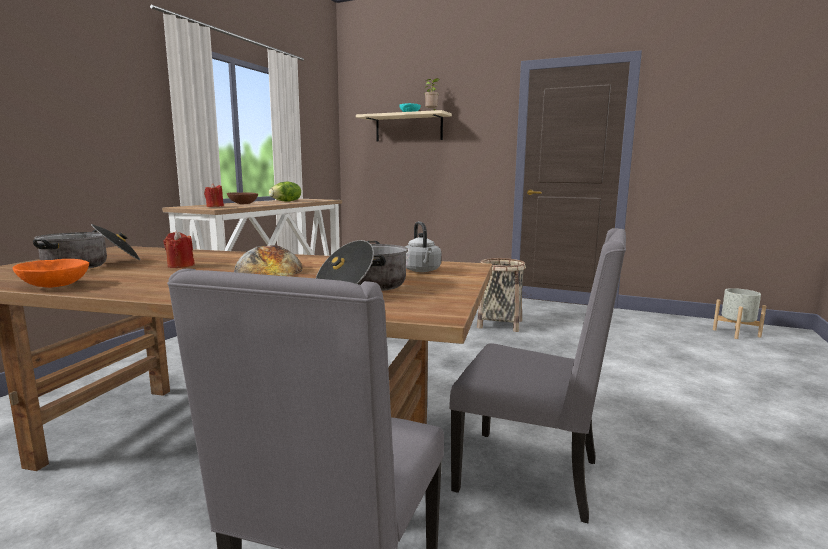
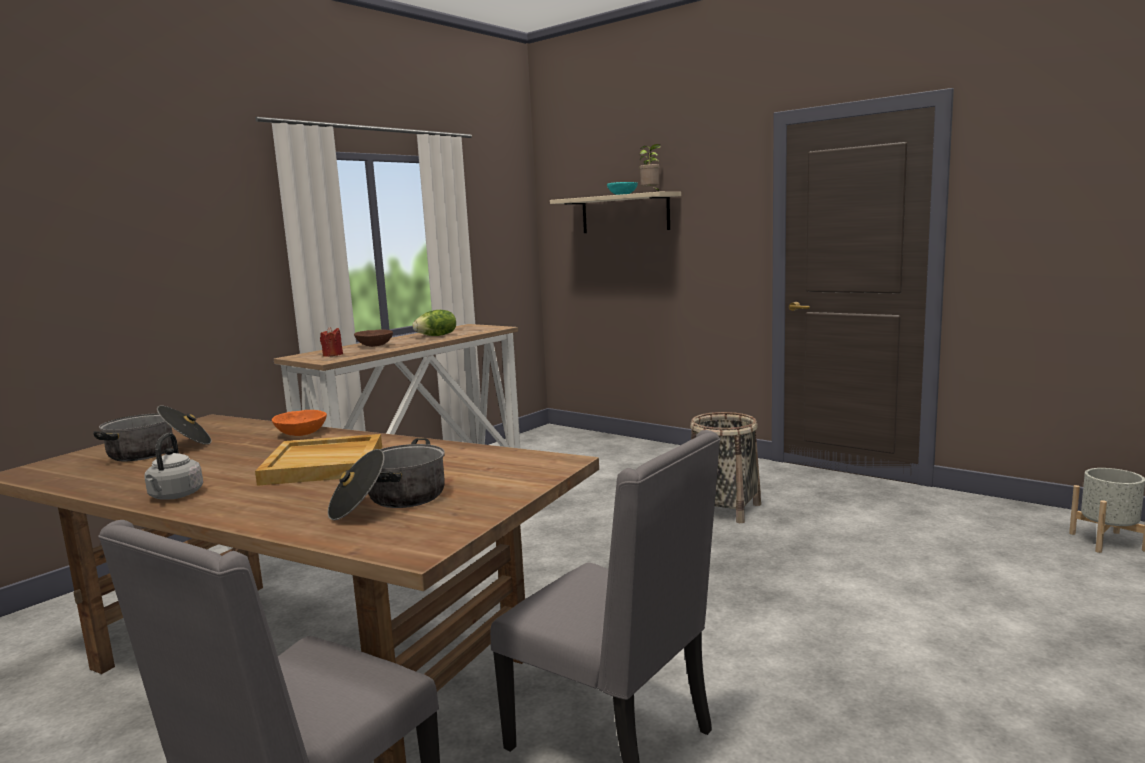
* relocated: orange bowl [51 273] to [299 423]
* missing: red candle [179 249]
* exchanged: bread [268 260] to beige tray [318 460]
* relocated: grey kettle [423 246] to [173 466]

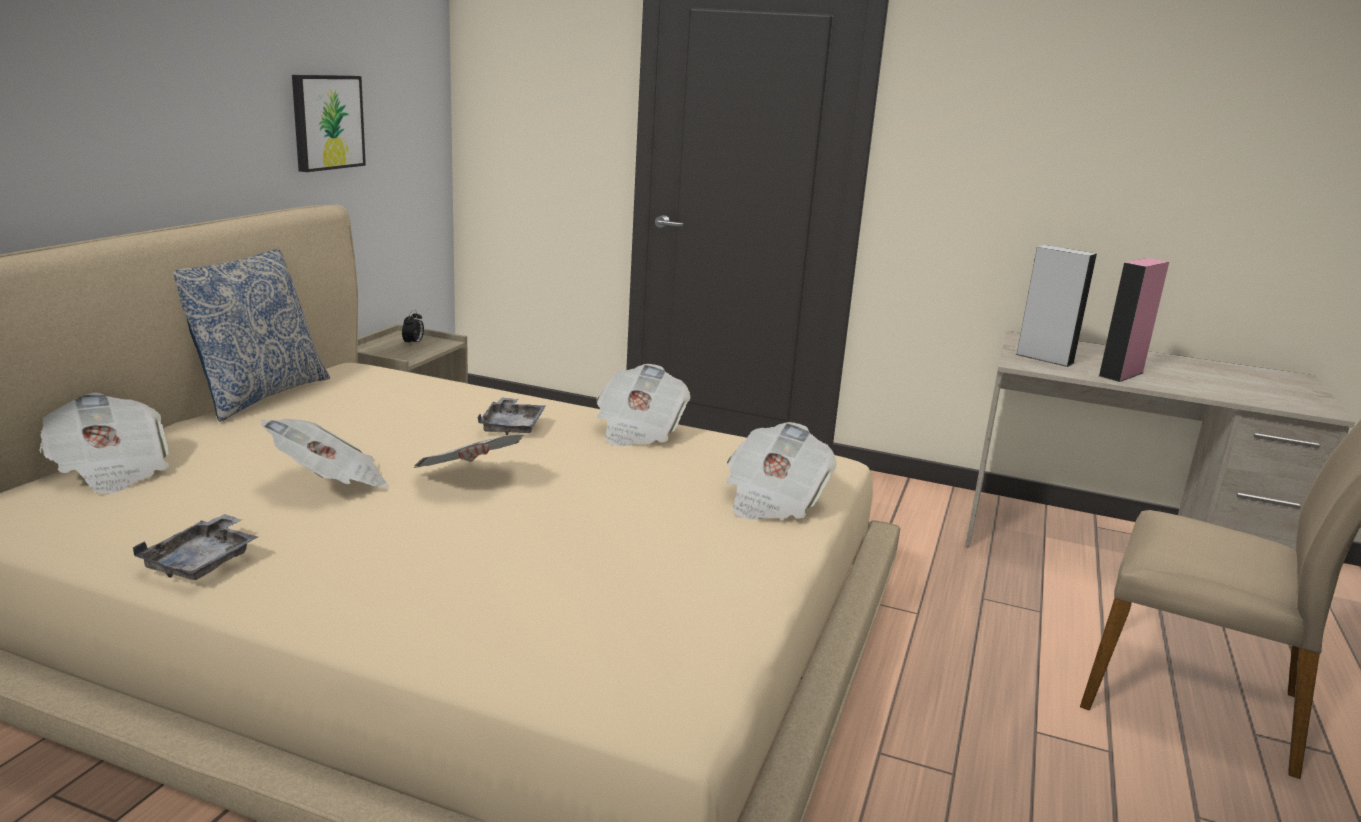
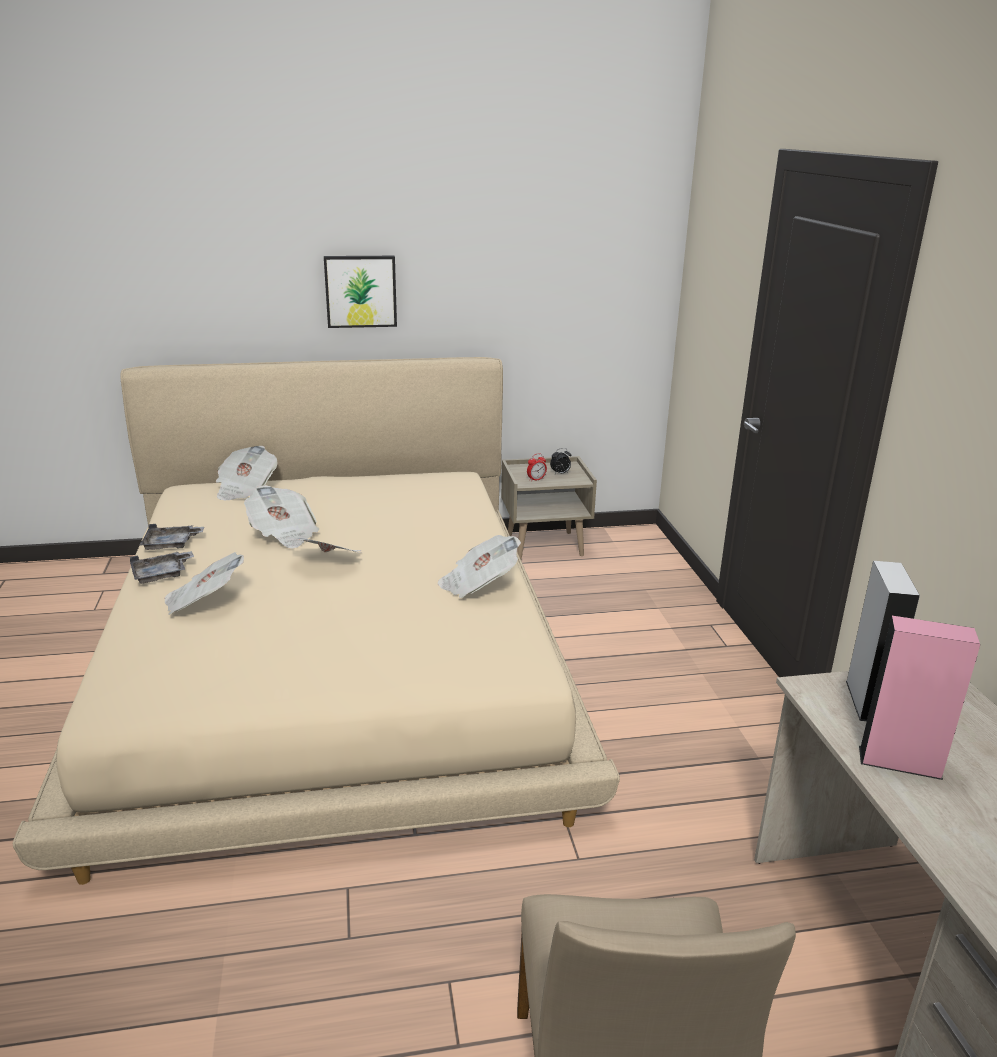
* missing: pillow [251 335]
* relocated: picture [329 123] to [360 292]
* relocated: grey tray [511 416] to [162 567]
* relocated: newspaper [781 471] to [204 583]
* appeared: alarm clock [537 467]

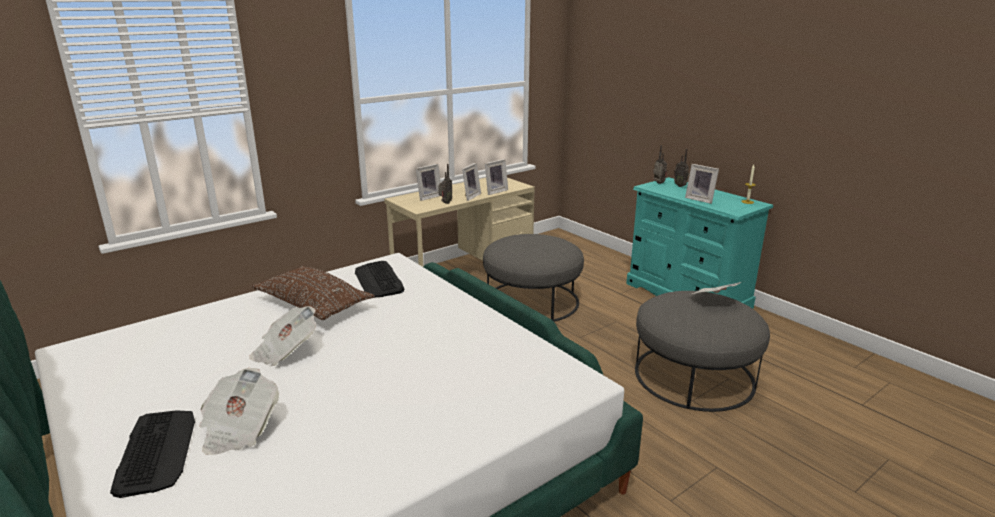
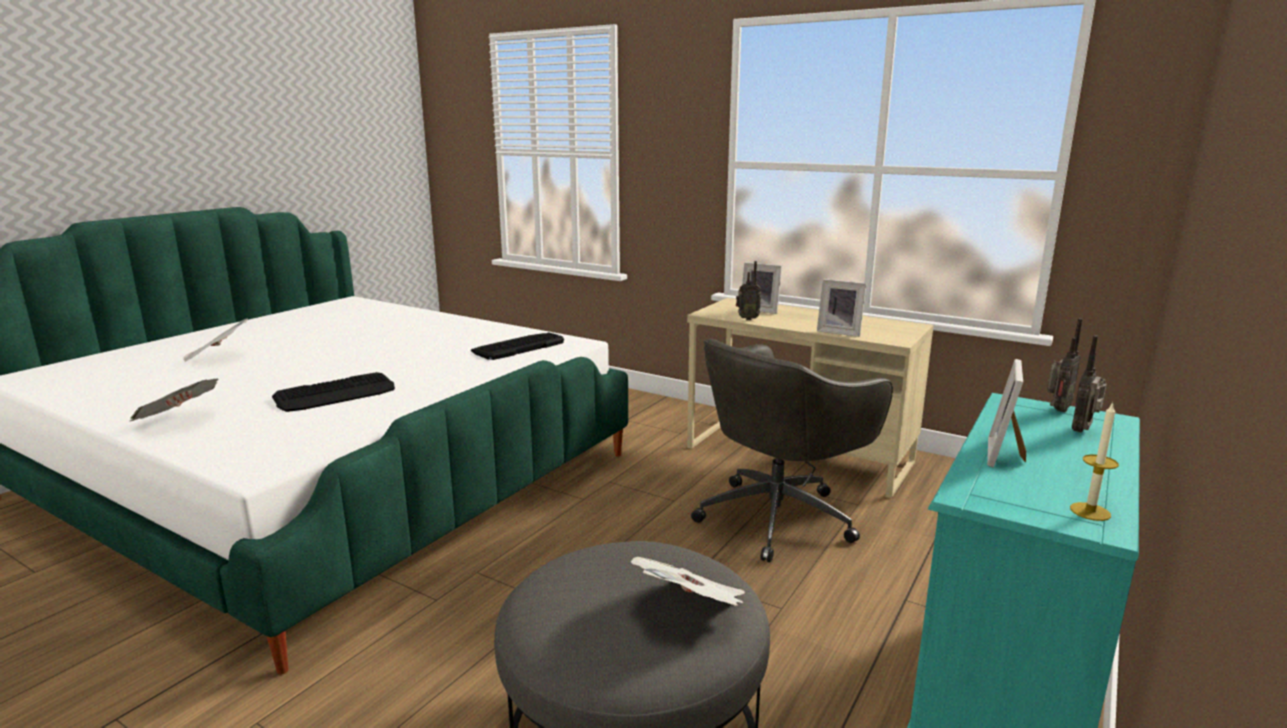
* relocated: keyboard [152 454] to [333 392]
* relocated: newspaper [282 336] to [174 399]
* missing: brown pillow [313 293]
* missing: picture frame [471 182]
* exchanged: grey ottoman [533 278] to grey office chair [792 451]

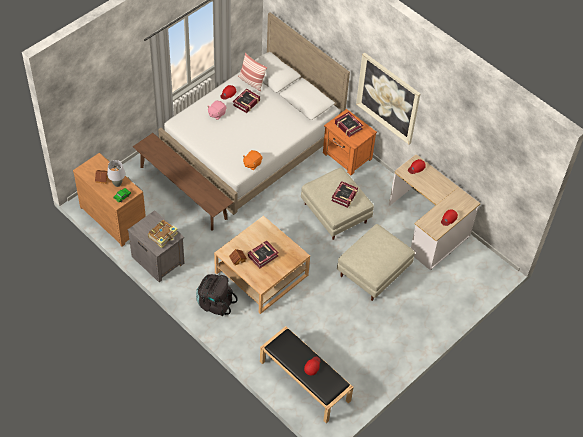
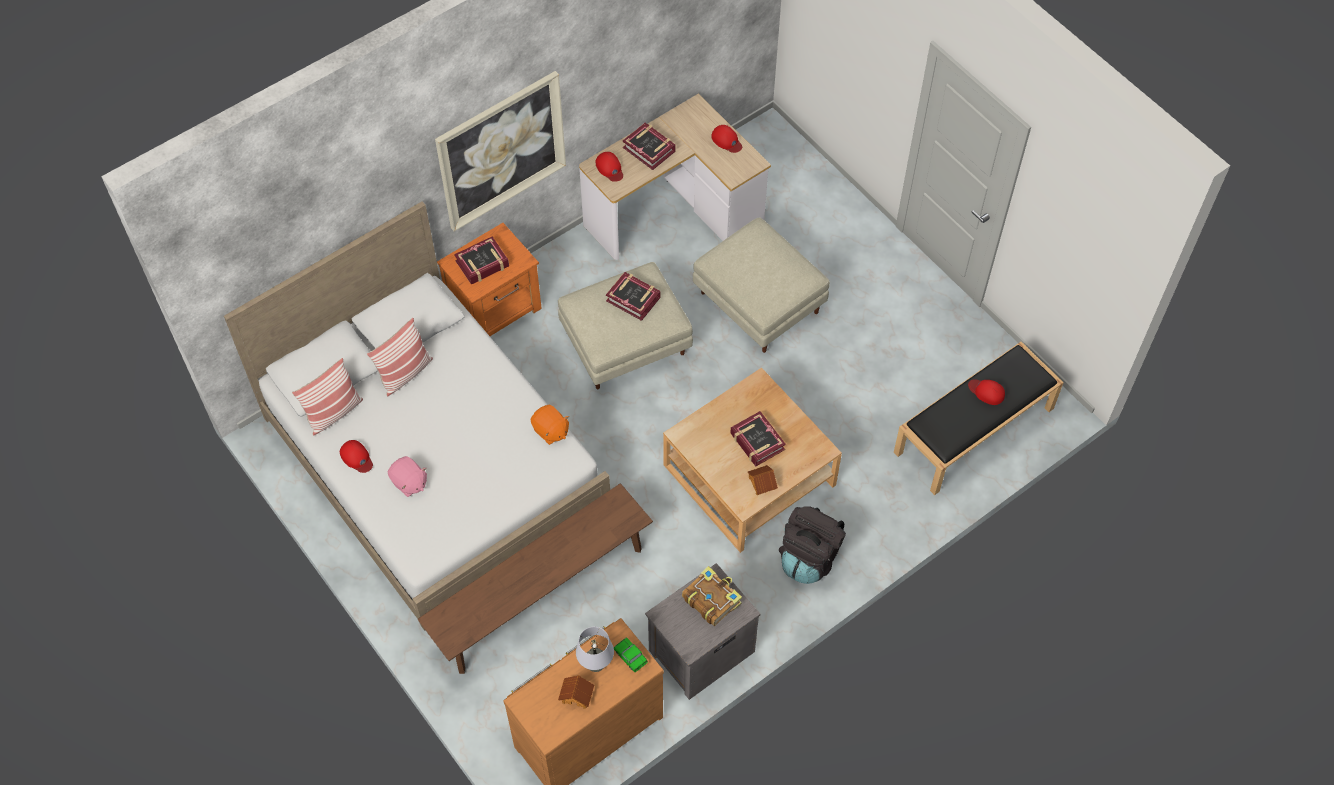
* relocated: book [246 100] to [649 146]
* appeared: pillow [400 357]

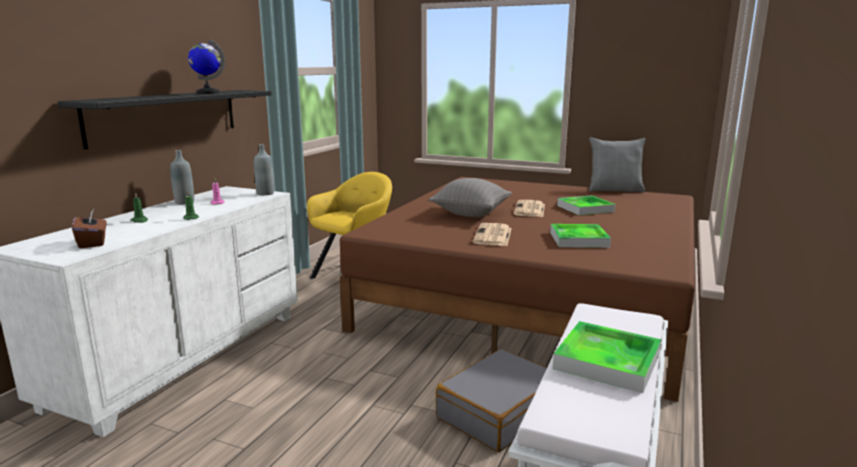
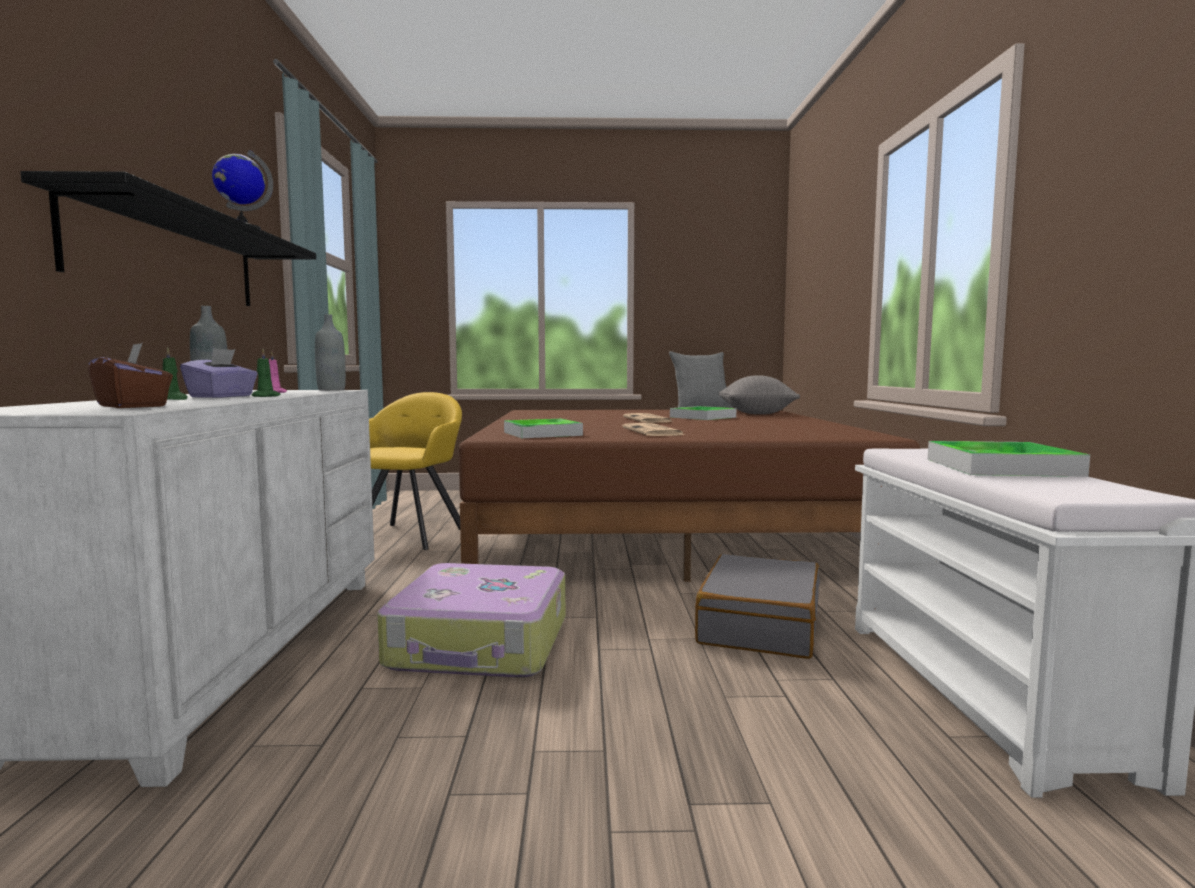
* relocated: grey pillow [470 197] to [759 394]
* relocated: tray [580 236] to [543 428]
* appeared: purple tissue box [219 373]
* appeared: suitcase [471 620]

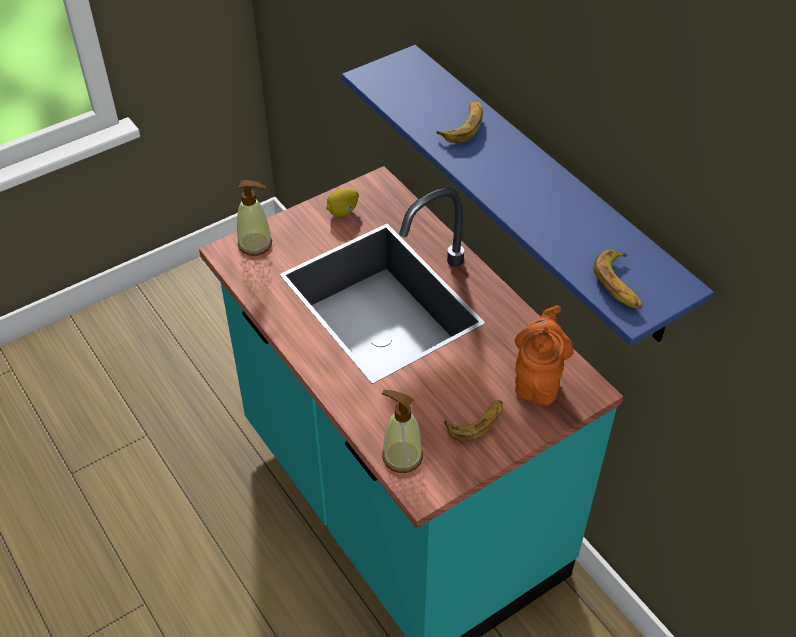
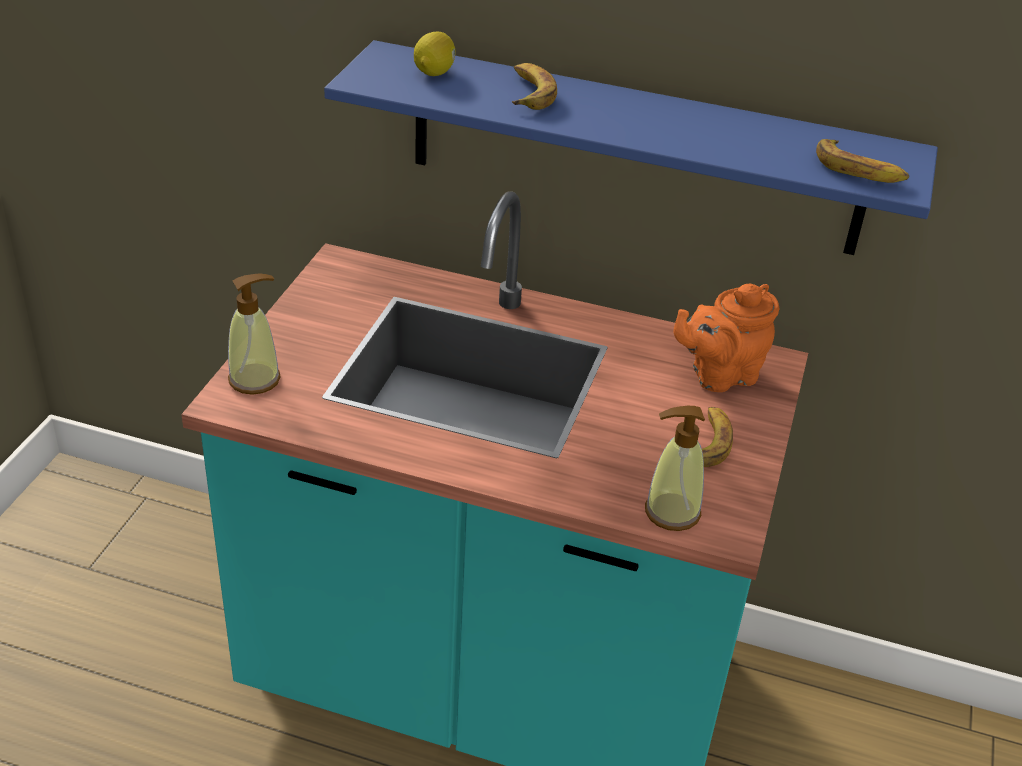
* relocated: lemon [342 203] to [435 53]
* spun: orange teapot [544 355] = [726 338] 90 degrees counterclockwise

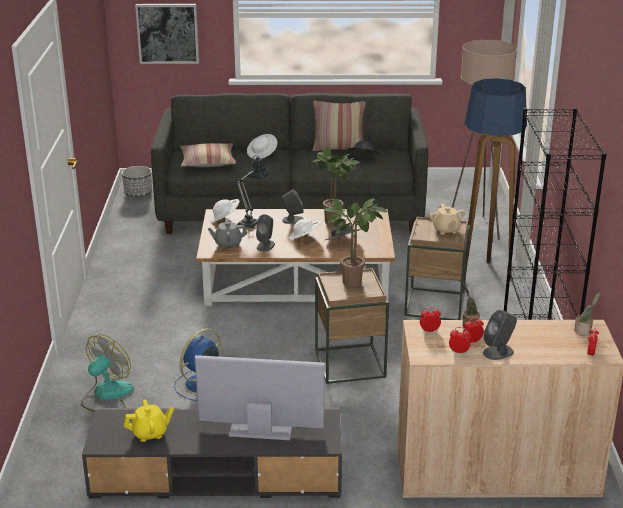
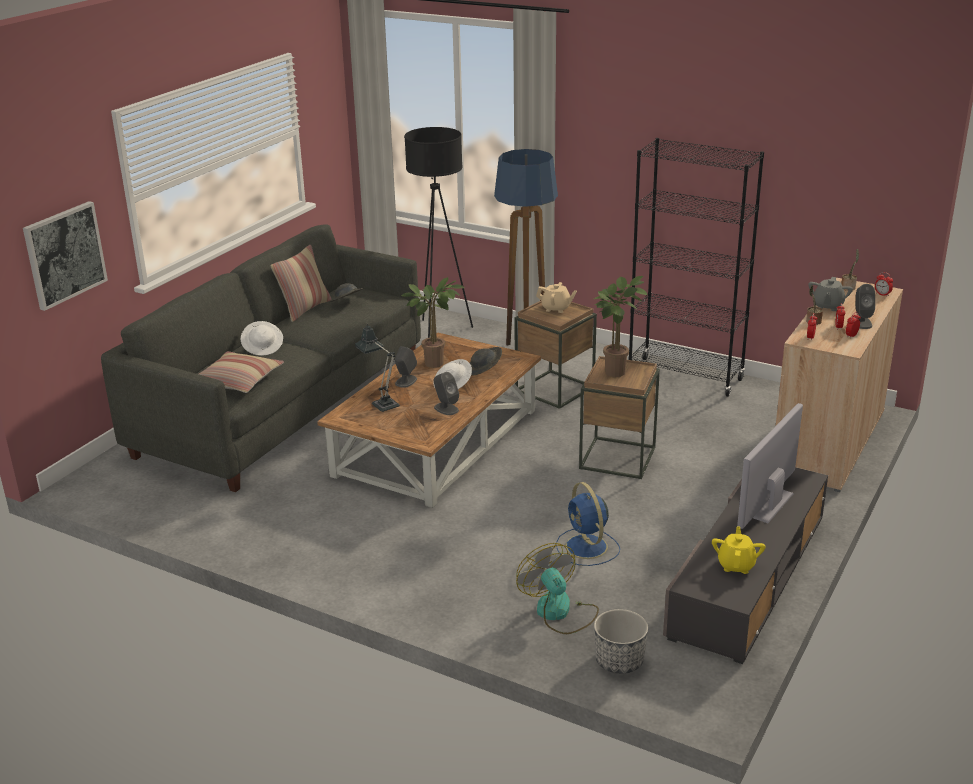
* relocated: planter [136 182] to [621 641]
* relocated: grey teapot [227 234] to [830 294]
* missing: white hat [224 210]
* colour: beige floor lamp [484 140] to black floor lamp [438 232]

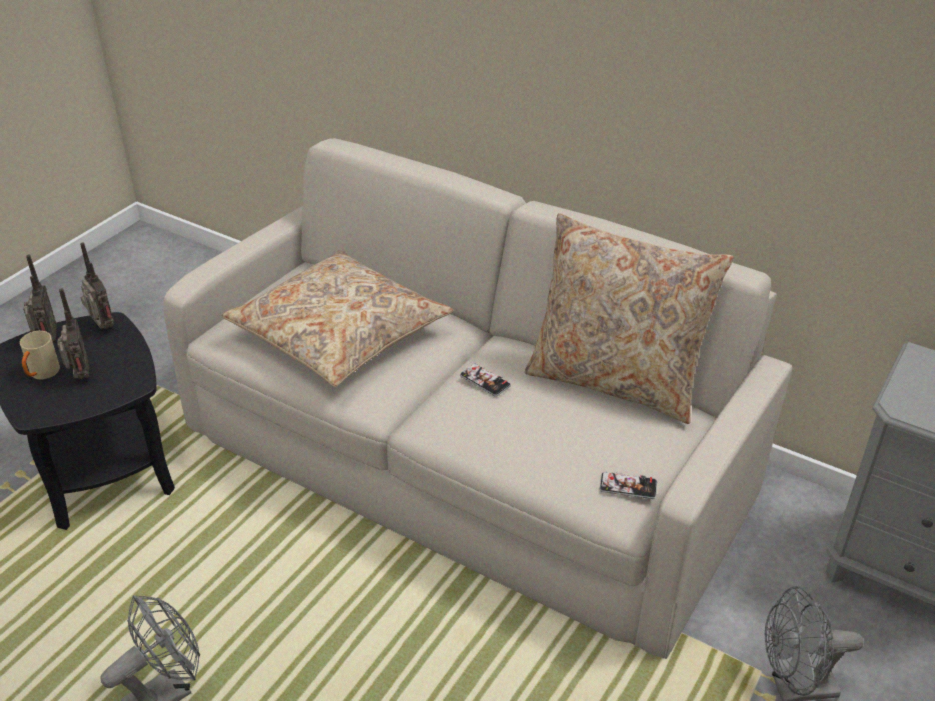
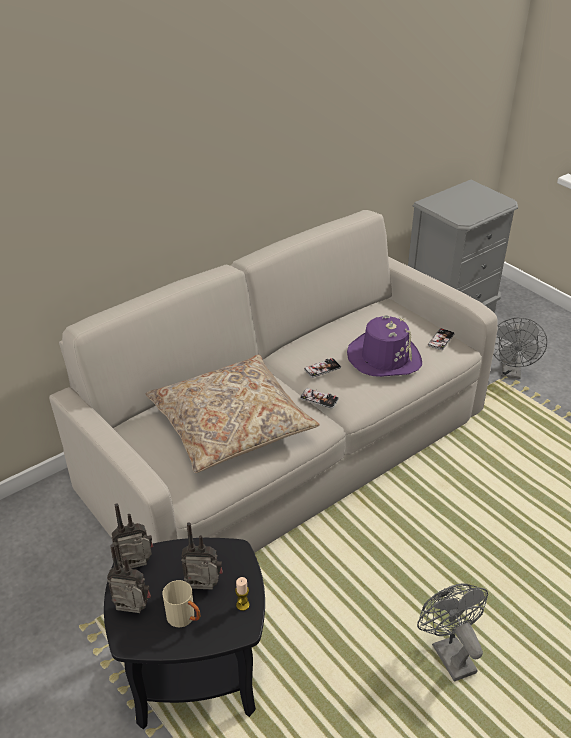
* missing: beige pillow [629 318]
* appeared: candle [242 594]
* appeared: phone [319 398]
* appeared: purple hat [384 346]

